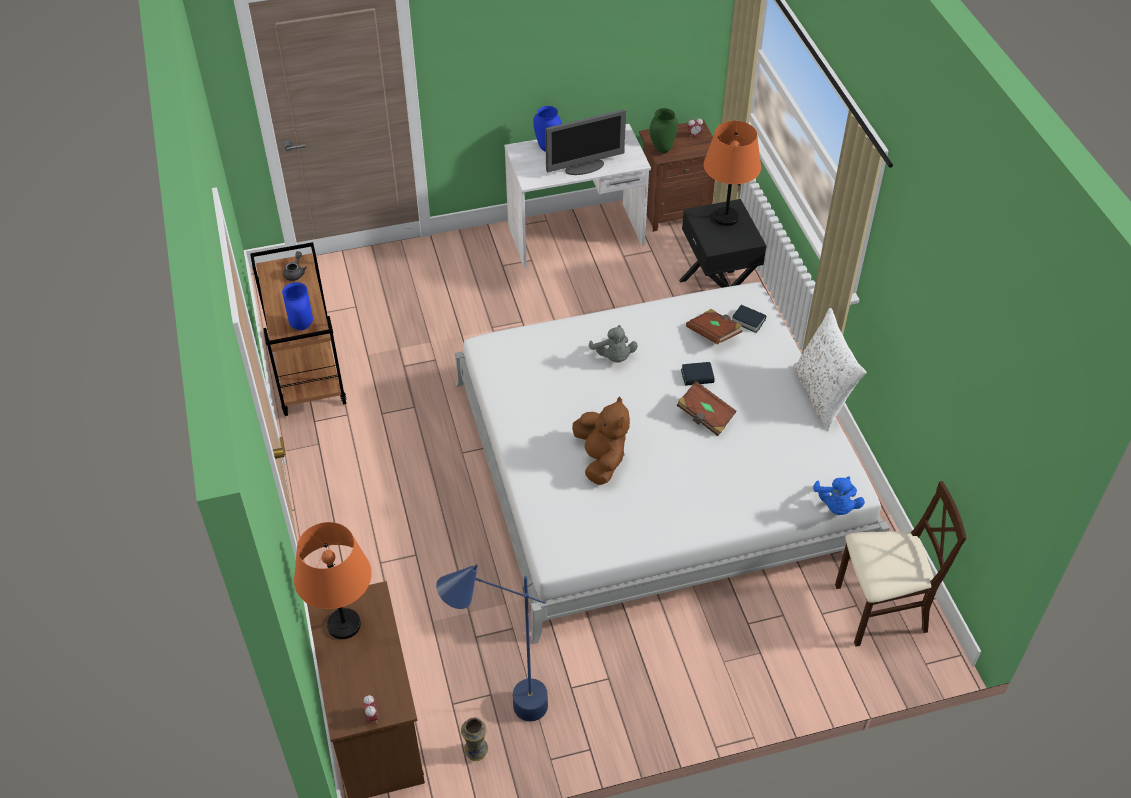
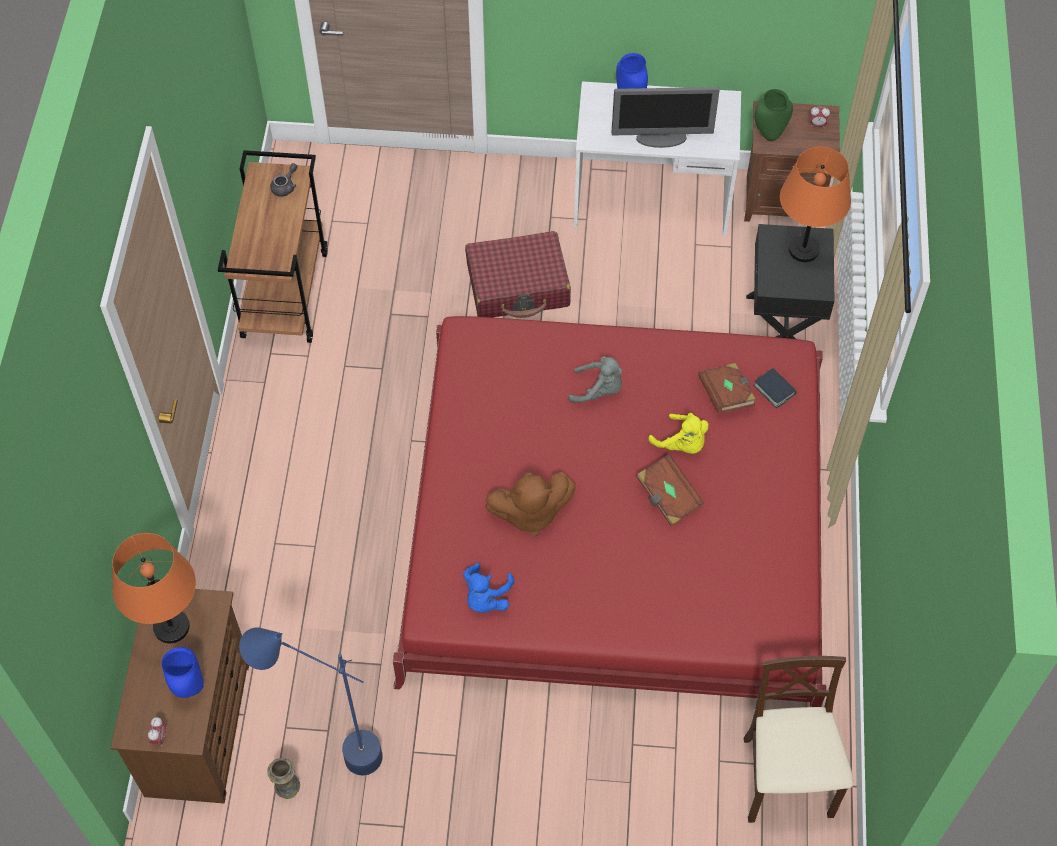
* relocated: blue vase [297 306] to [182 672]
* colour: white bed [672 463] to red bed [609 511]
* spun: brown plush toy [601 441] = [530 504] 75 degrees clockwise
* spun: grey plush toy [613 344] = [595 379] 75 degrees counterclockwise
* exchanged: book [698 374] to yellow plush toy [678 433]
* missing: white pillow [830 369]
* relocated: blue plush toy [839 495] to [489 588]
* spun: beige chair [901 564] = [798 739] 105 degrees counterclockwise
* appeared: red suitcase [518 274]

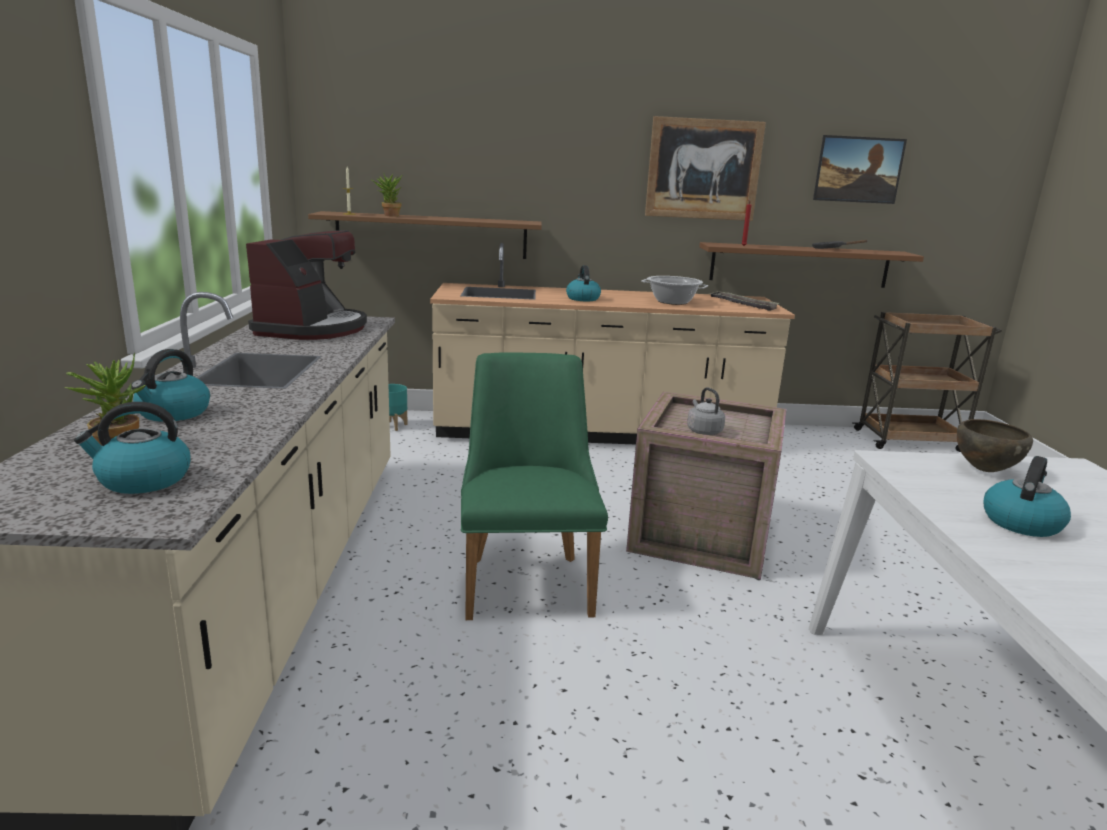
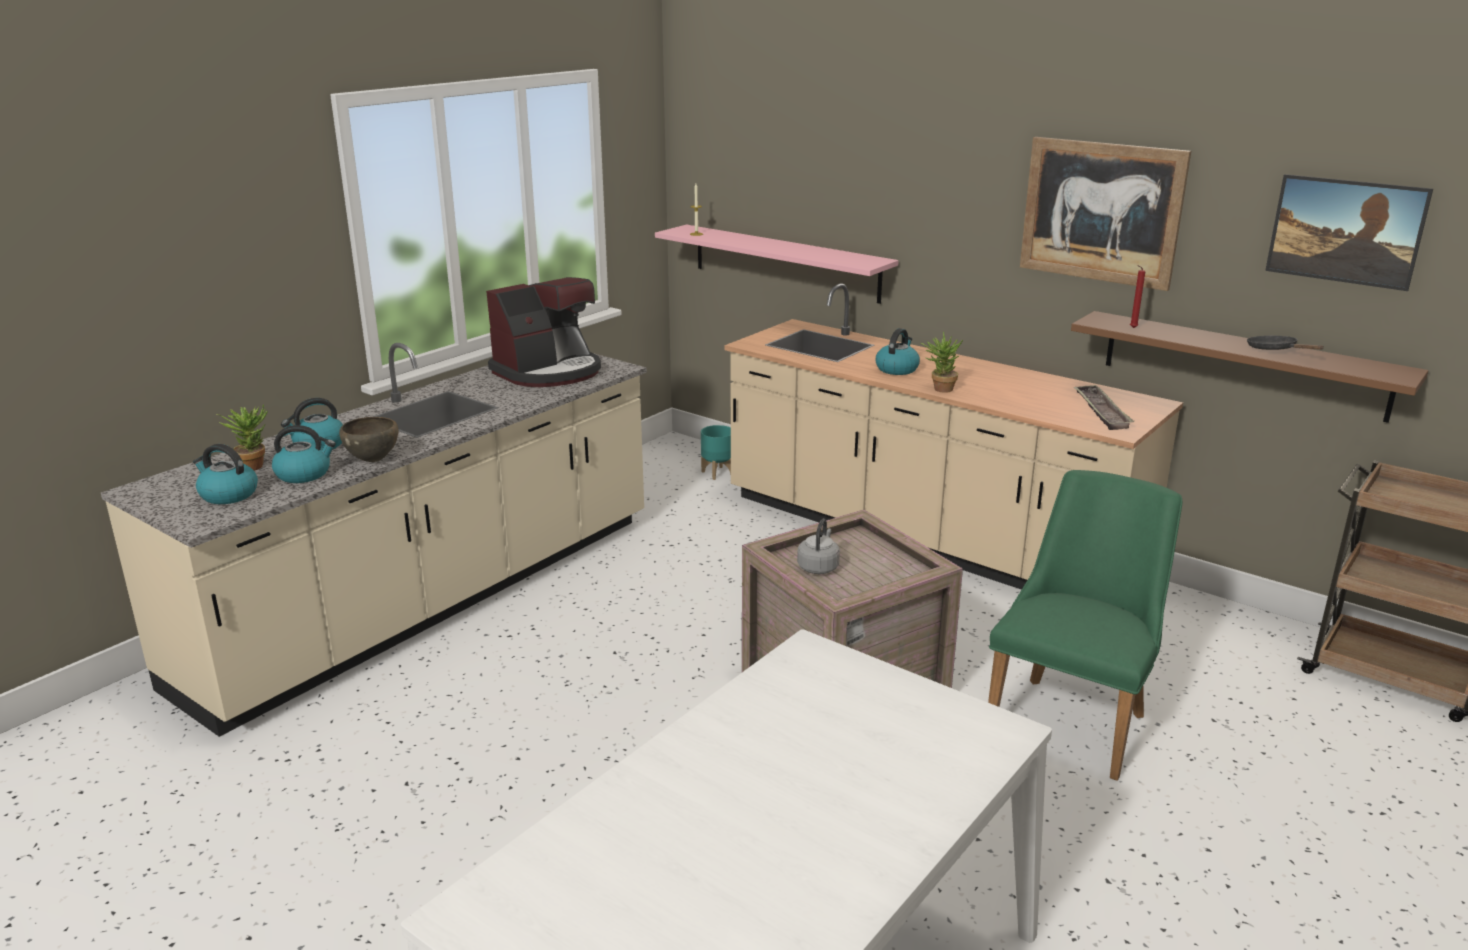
* colour: brown shelf [425 235] to pink shelf [777 264]
* relocated: potted plant [386 195] to [942 362]
* relocated: green chair [534 486] to [1085 625]
* missing: cooking pot [674 290]
* relocated: brown bowl [995 445] to [368 439]
* relocated: kettle [1027 496] to [304 454]

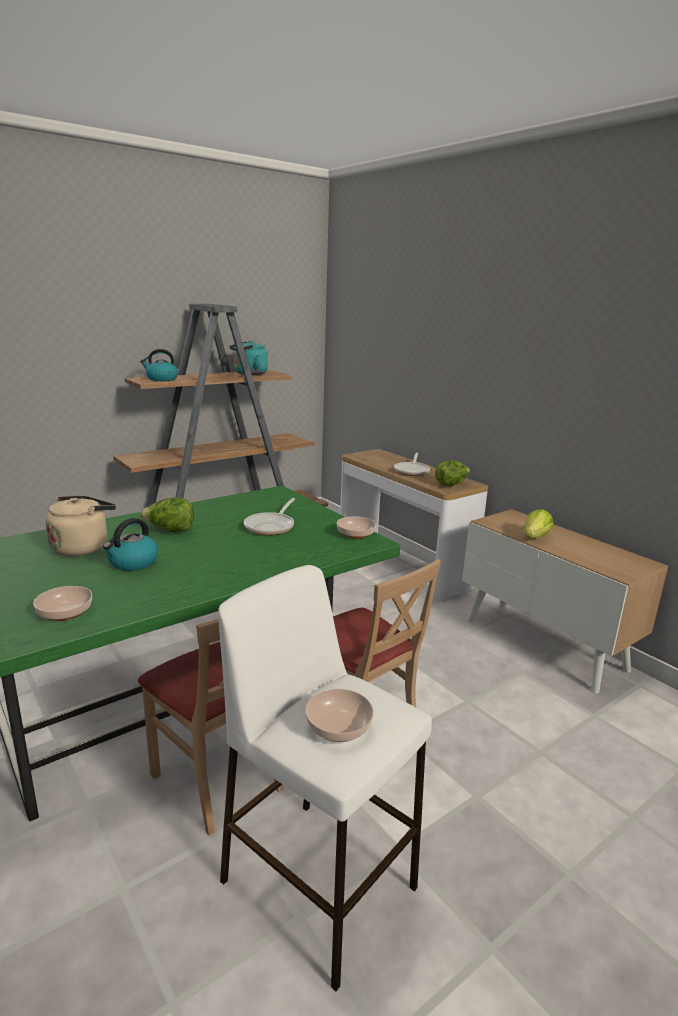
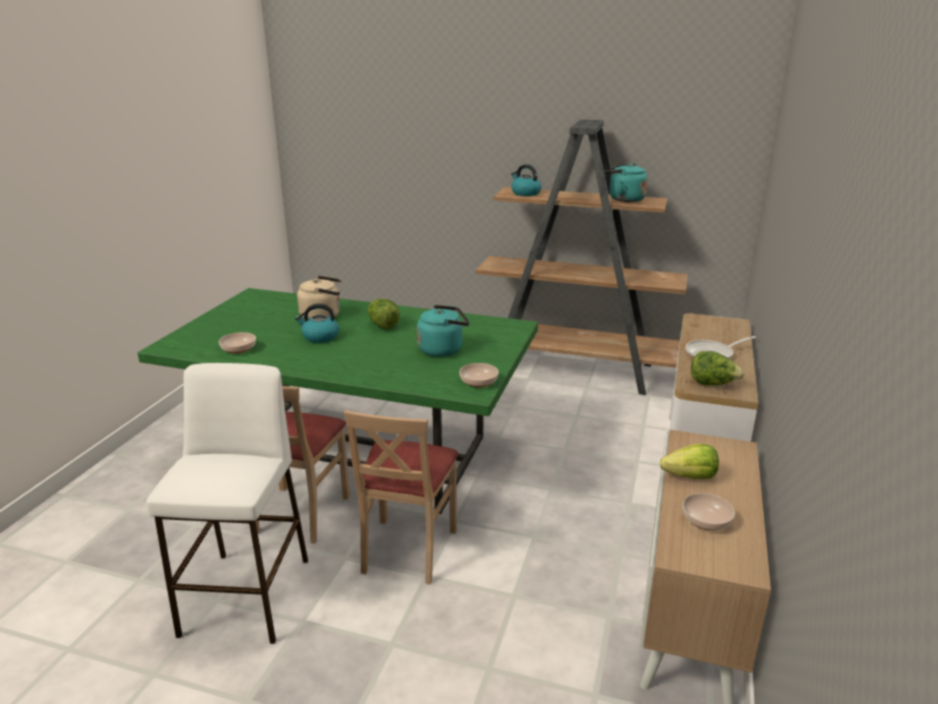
* exchanged: frying pan [269 516] to turquoise kettle [443 331]
* relocated: bowl [339 715] to [709 512]

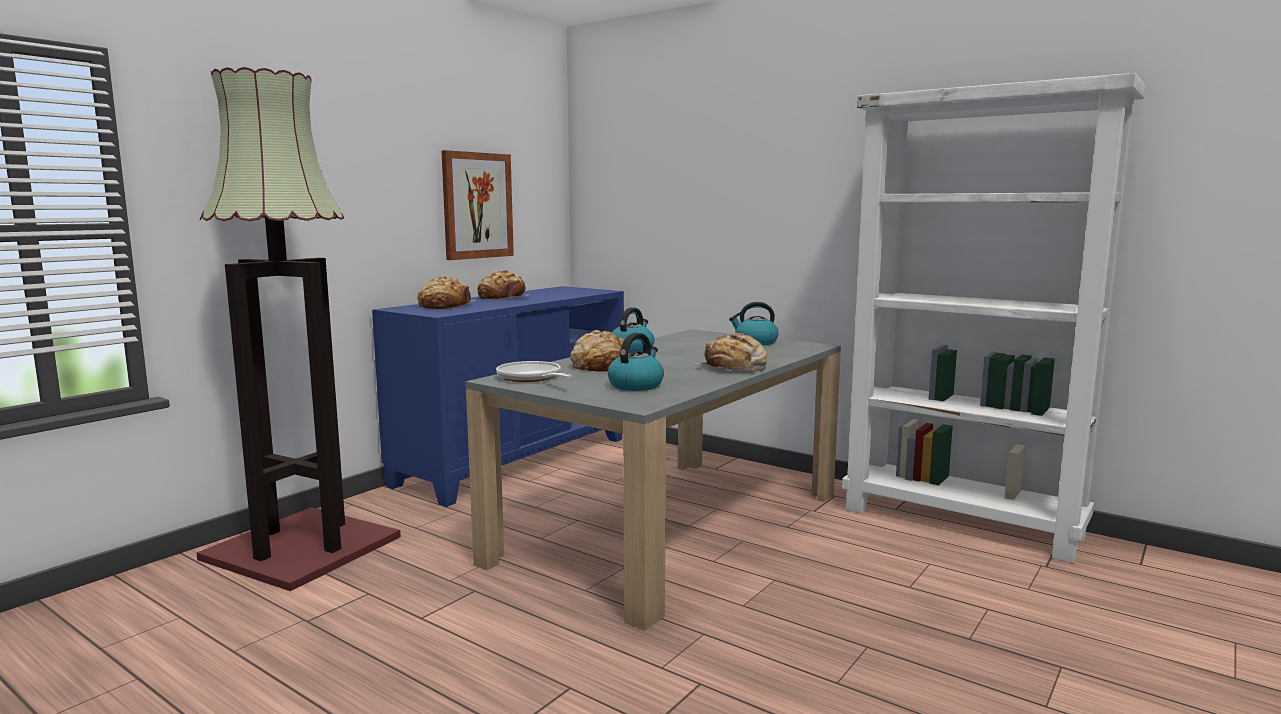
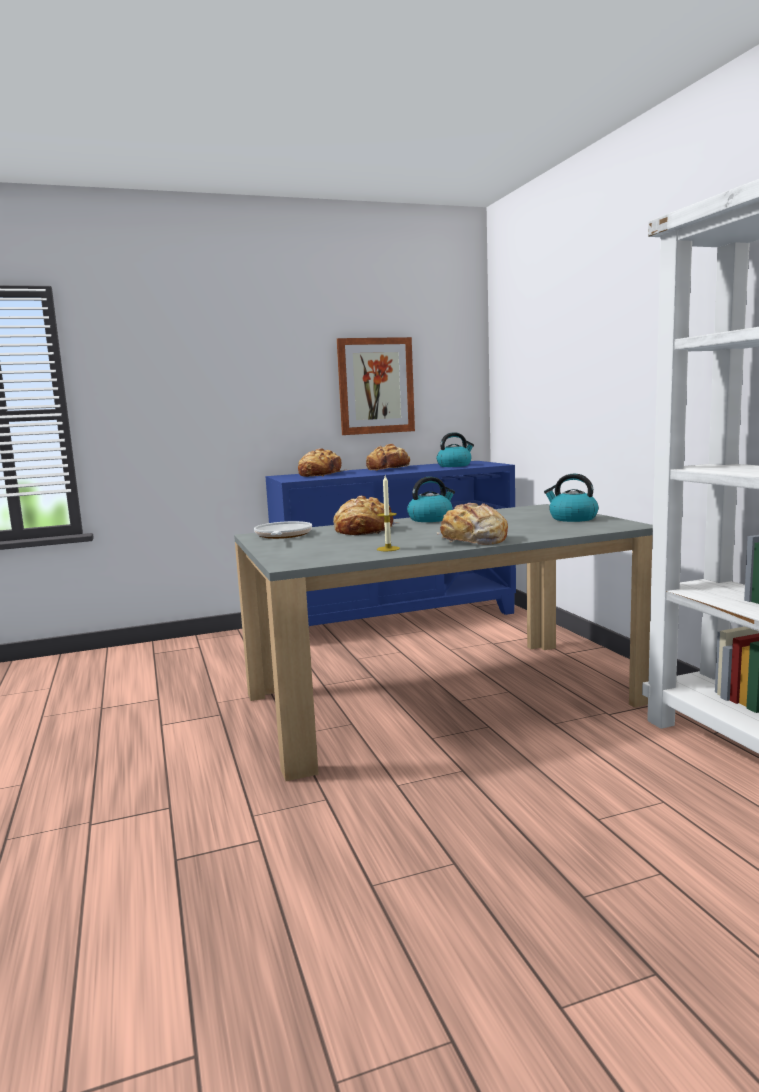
* missing: floor lamp [298 329]
* relocated: kettle [636 362] to [455 449]
* appeared: candle [388 513]

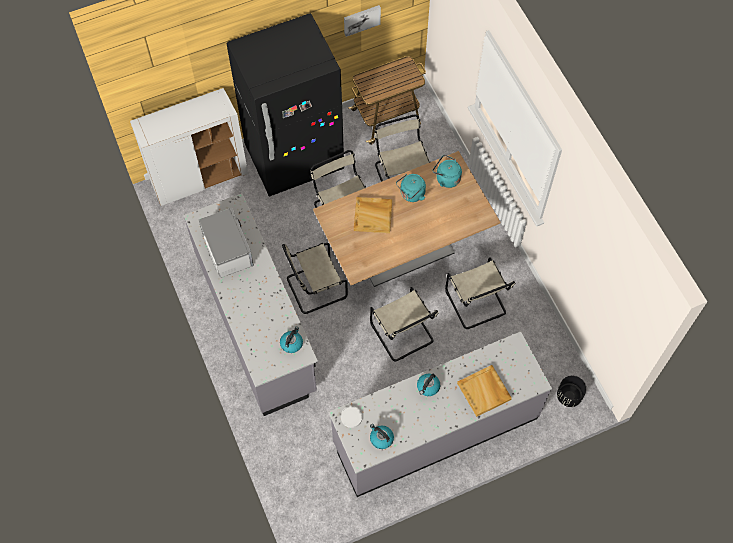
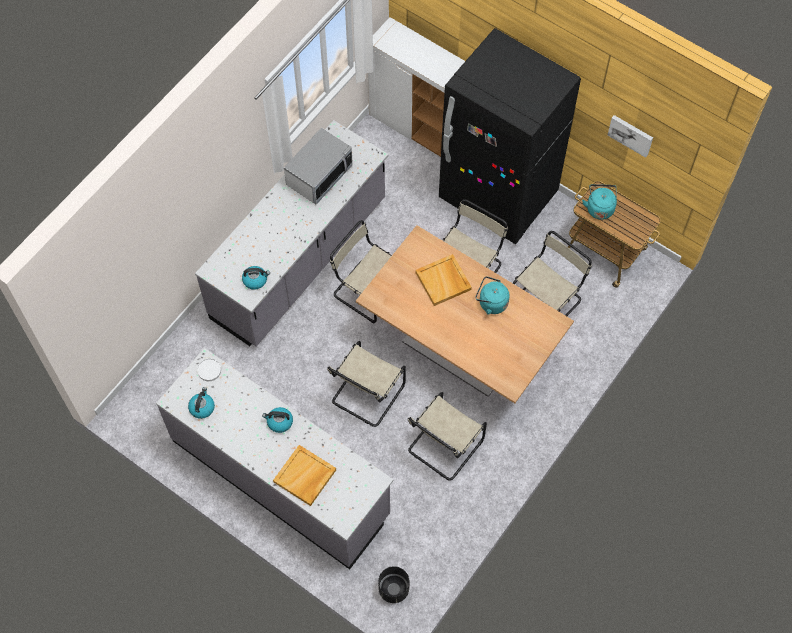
* relocated: turquoise kettle [447 171] to [599 202]

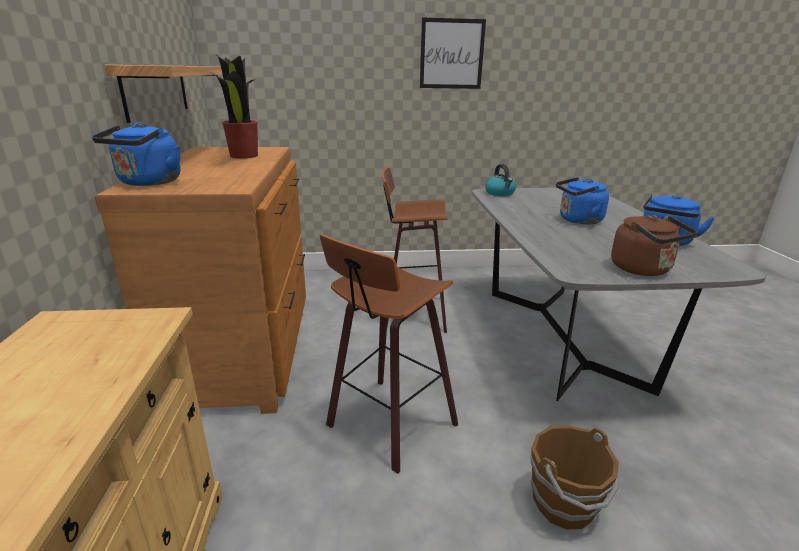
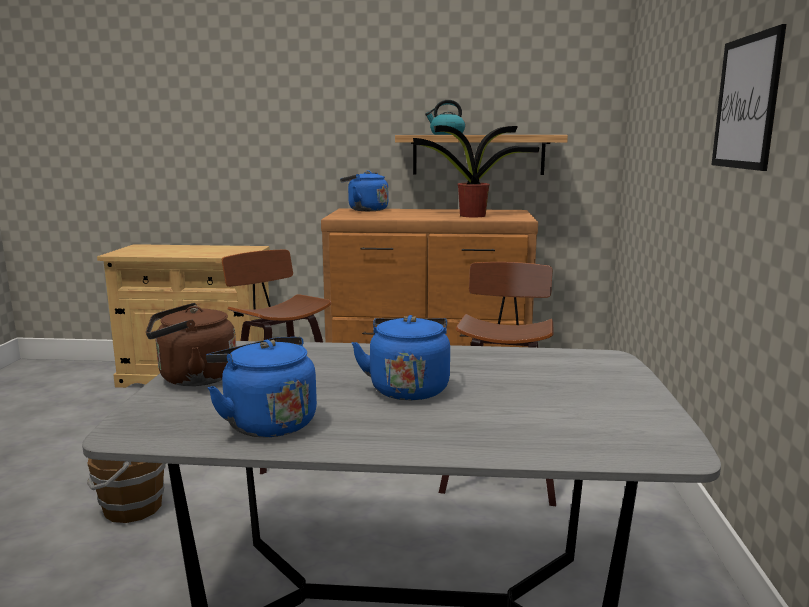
* relocated: kettle [500 180] to [445 117]

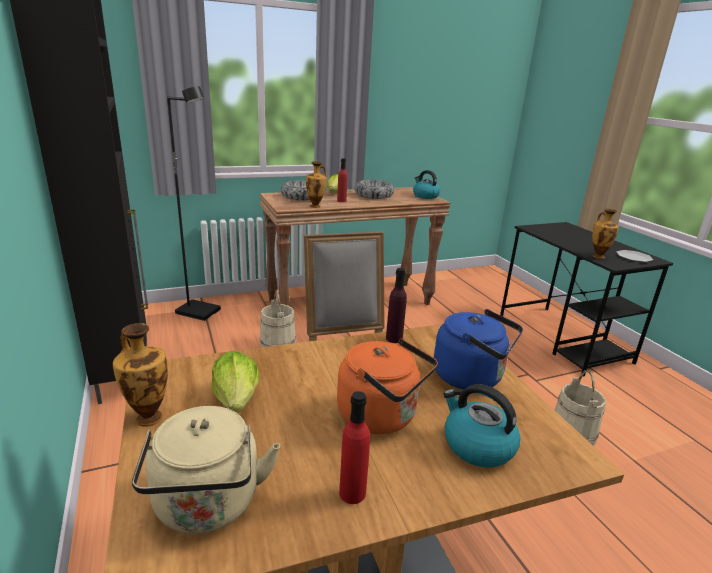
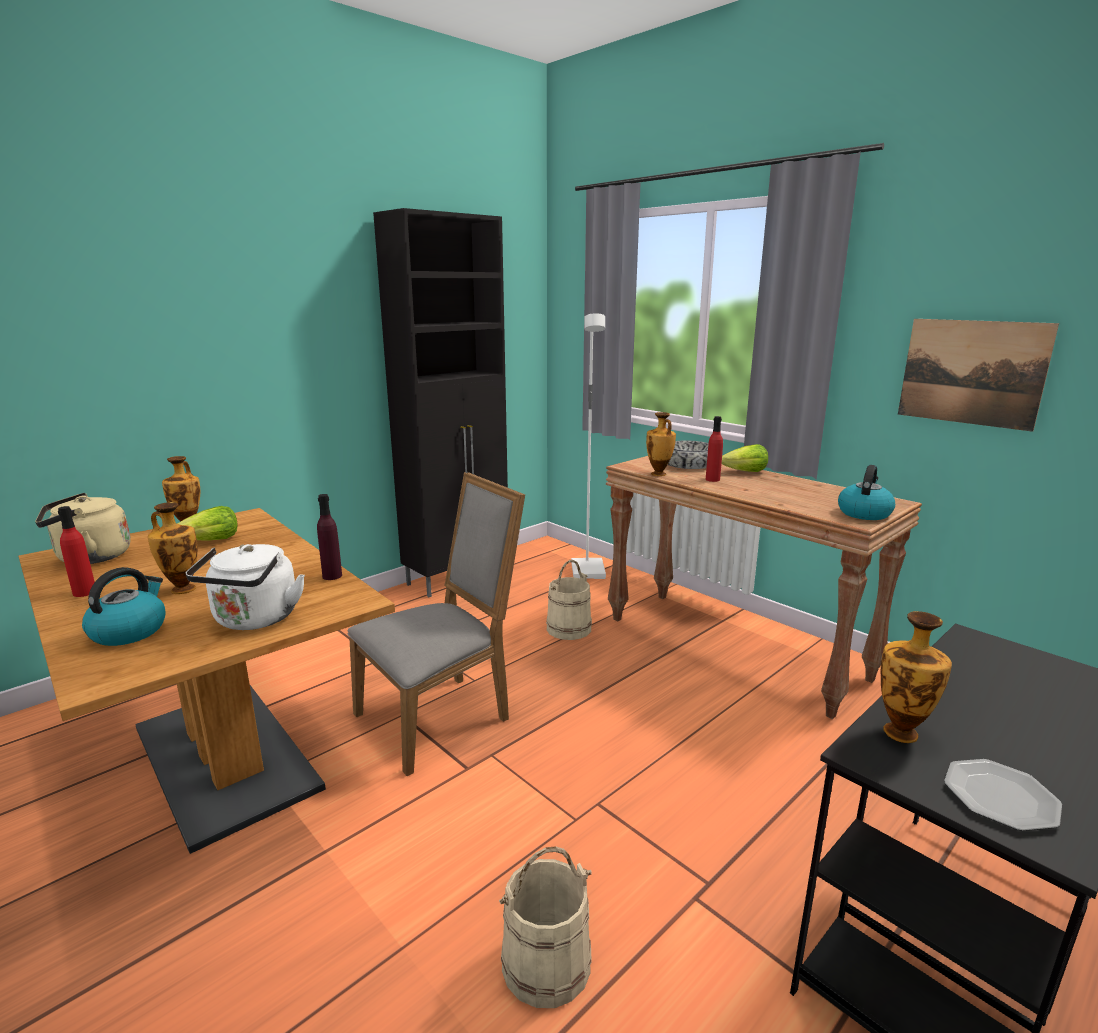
* colour: black floor lamp [194 203] to white floor lamp [588 446]
* exchanged: orange kettle [387 386] to vase [173 548]
* missing: bowl [374 189]
* colour: blue kettle [478 349] to white kettle [245 587]
* appeared: picture [978 375]

